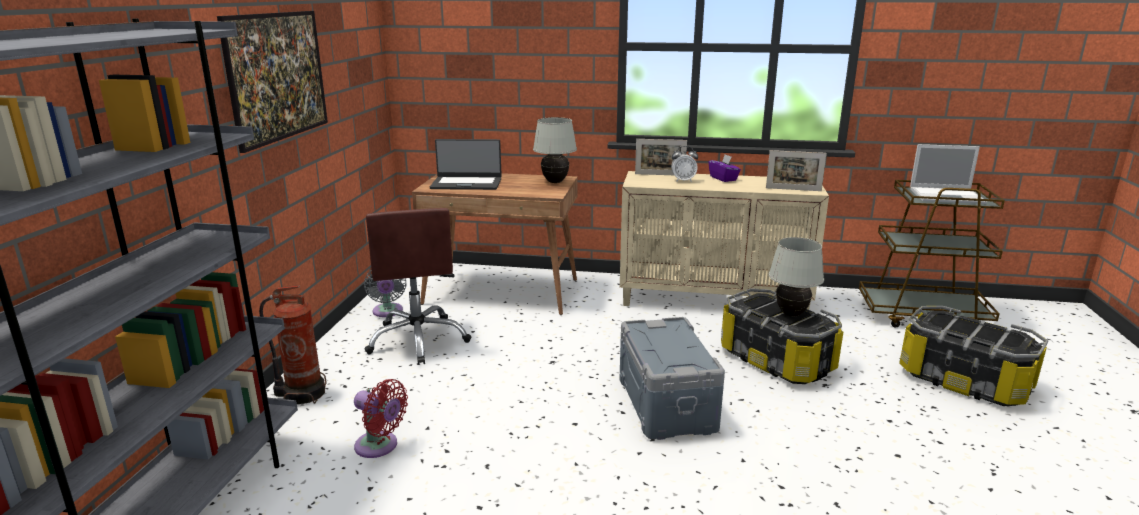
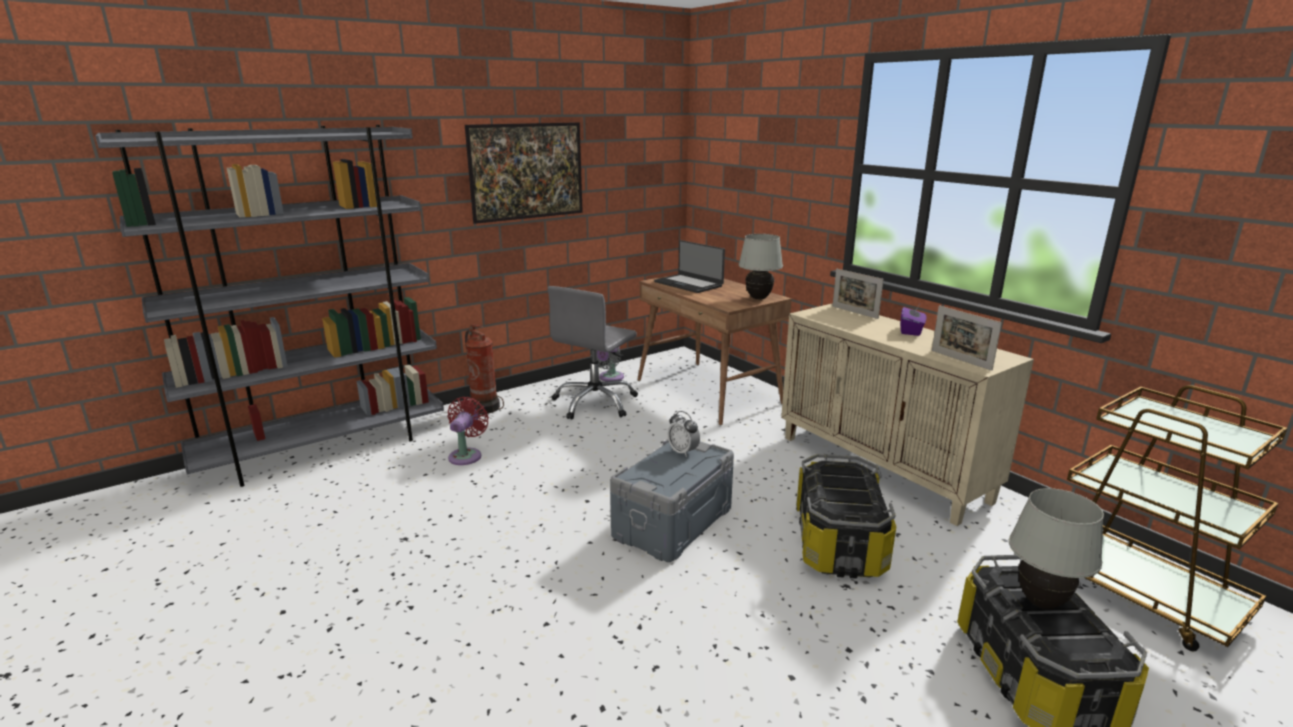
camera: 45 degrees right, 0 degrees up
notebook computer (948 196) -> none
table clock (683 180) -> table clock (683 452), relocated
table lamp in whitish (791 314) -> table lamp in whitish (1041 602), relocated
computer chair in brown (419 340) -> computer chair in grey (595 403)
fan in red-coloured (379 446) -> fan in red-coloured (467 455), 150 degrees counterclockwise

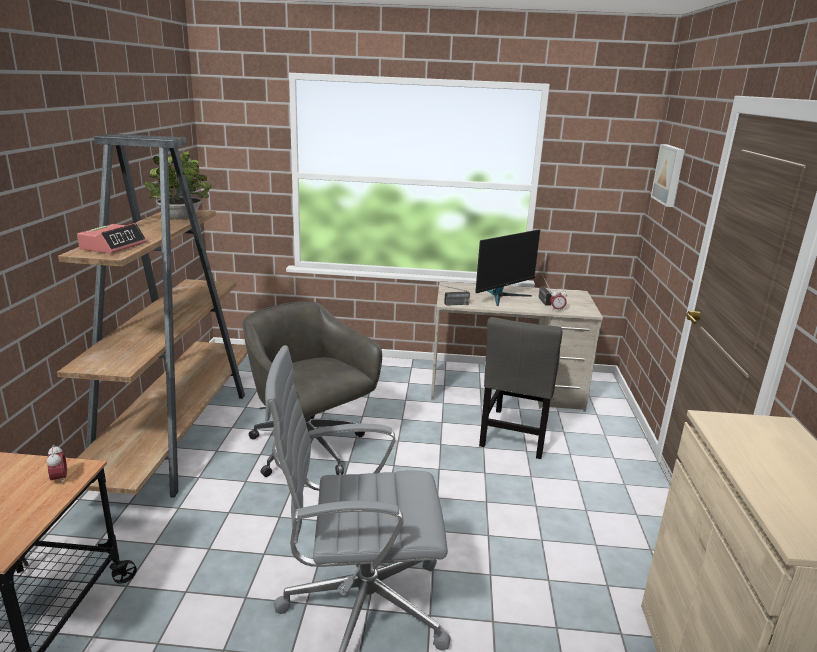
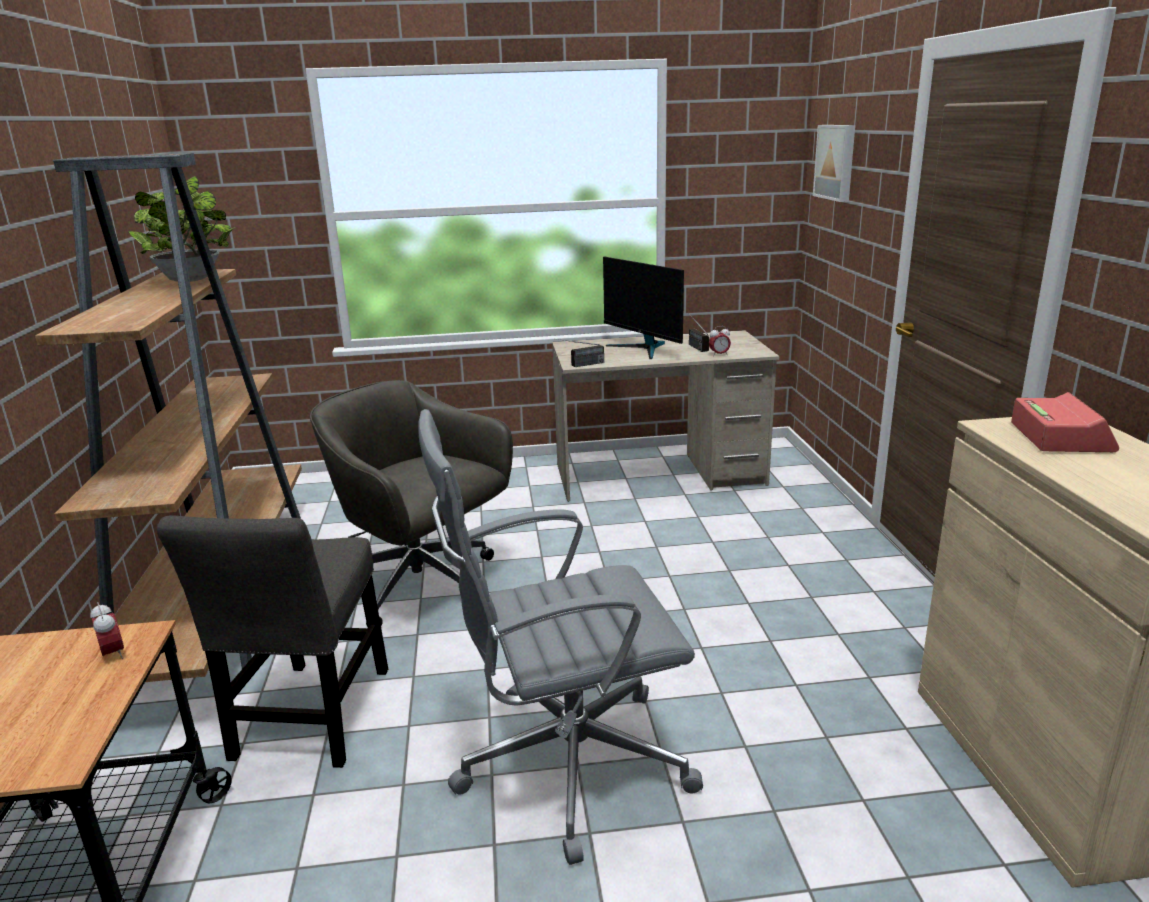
camera: 10 degrees left, 0 degrees up
table clock (113 246) -> table clock (1060 437), relocated
chair in grey (515 435) -> chair in grey (311 719), relocated
computer display (503 296) -> computer display (643 348), 105 degrees clockwise

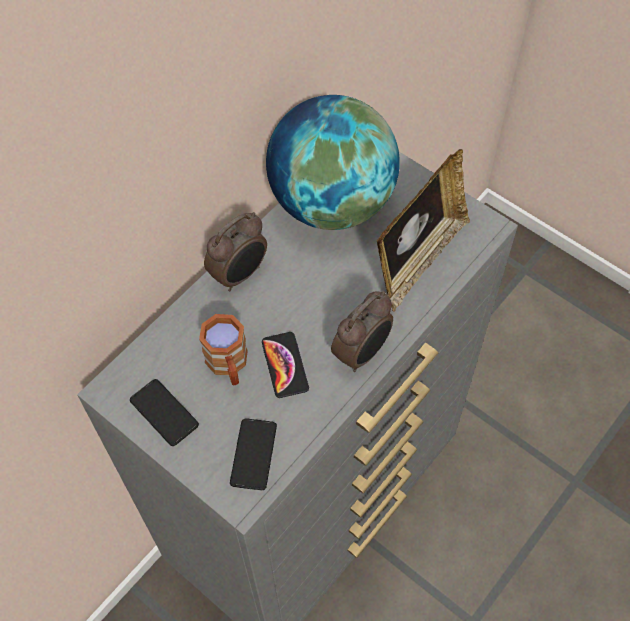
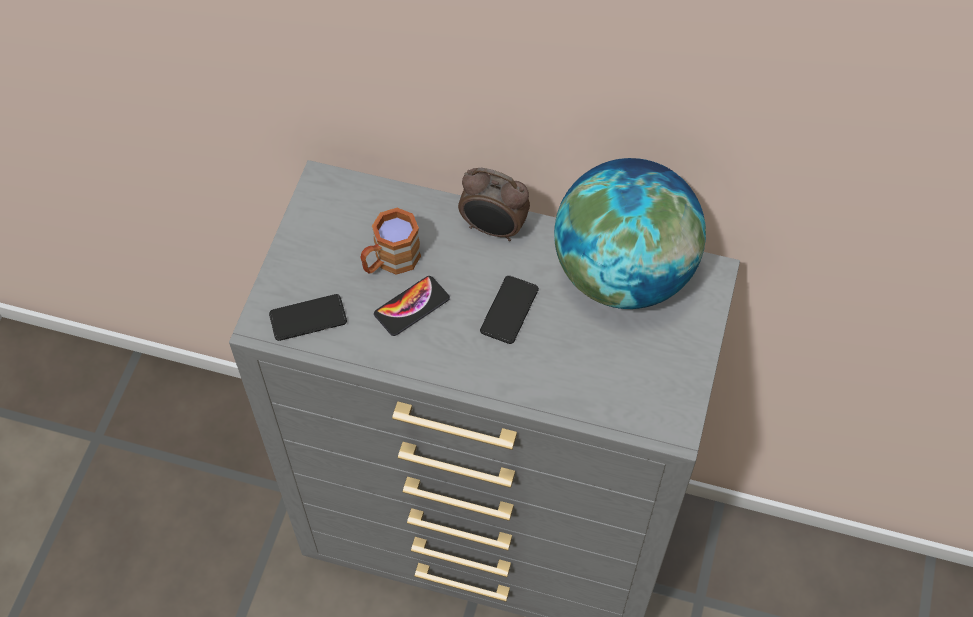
camera: 65 degrees right, 0 degrees up
table clock (362 353) -> none
standing frame (418 259) -> none
handset (164 412) -> handset (509 310), relocated

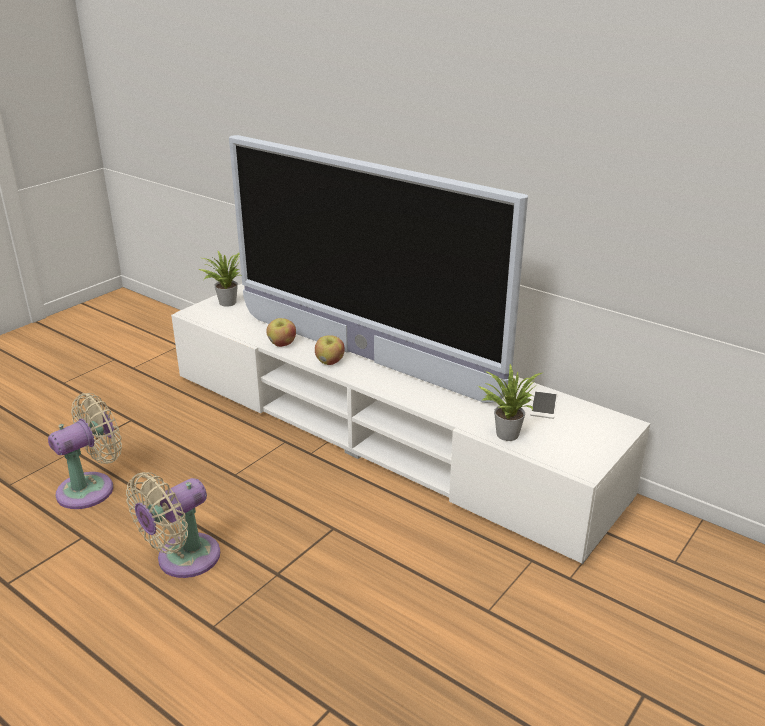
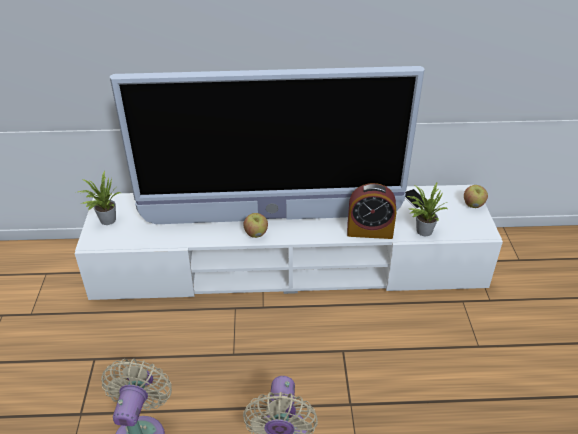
camera: 40 degrees left, 10 degrees up
none -> table clock (369 231)
apple fruit (282 344) -> apple fruit (473 205), relocated

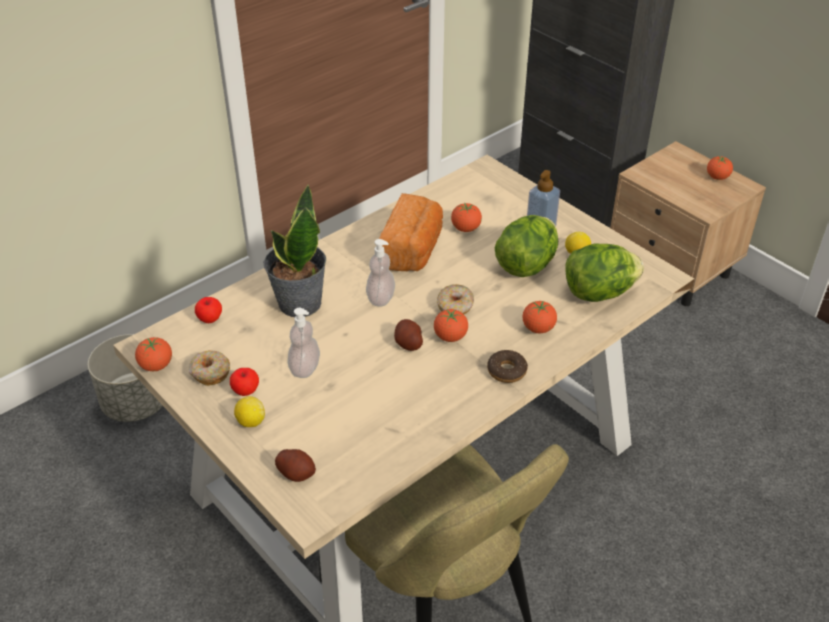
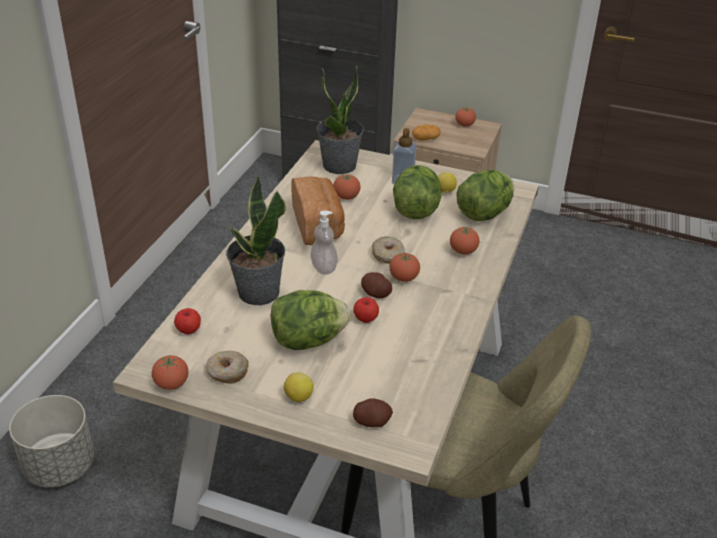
camera: 30 degrees left, 5 degrees down
donut (506 371) -> none
none -> houseplant (339 166)
none -> spud (425 139)
apple fruit (246 391) -> apple fruit (366 319), relocated
liquid soap bottle (305 368) -> lettuce head (307 340)

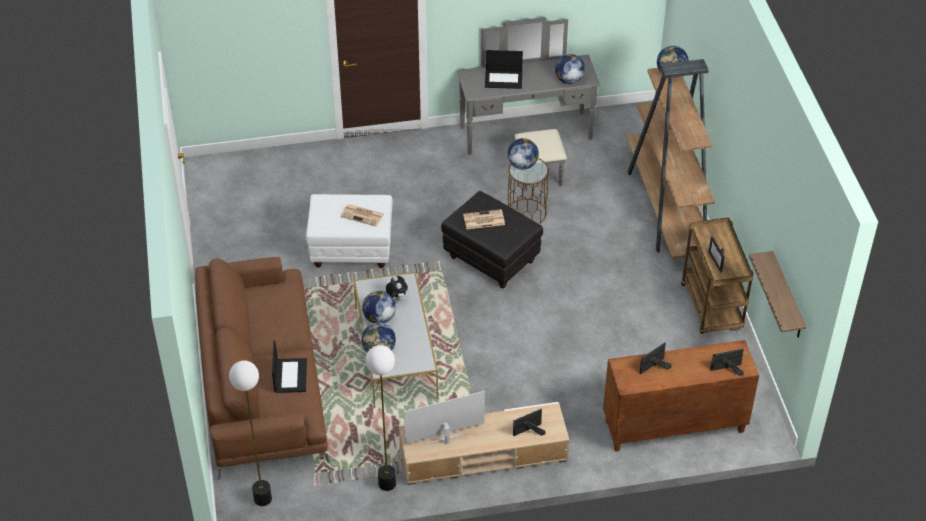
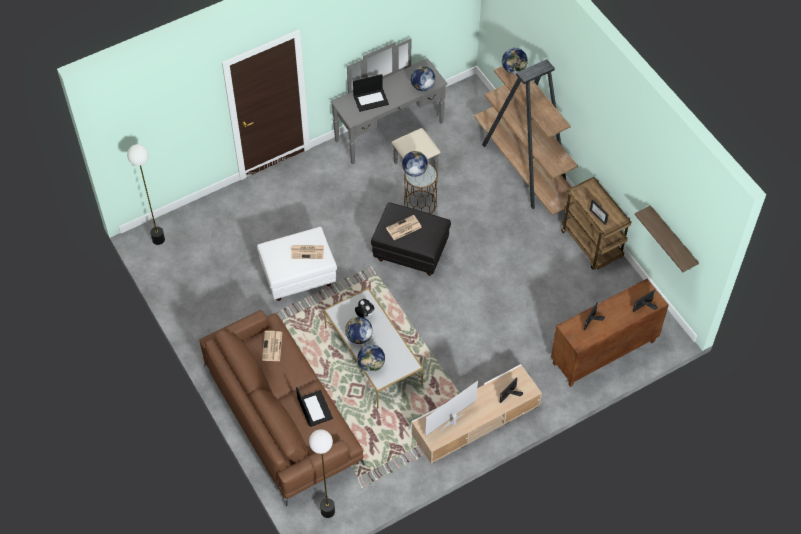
camera: 20 degrees left, 10 degrees up
none -> printed paper (272 347)
standing lamp (387 483) -> standing lamp (158 239), relocated

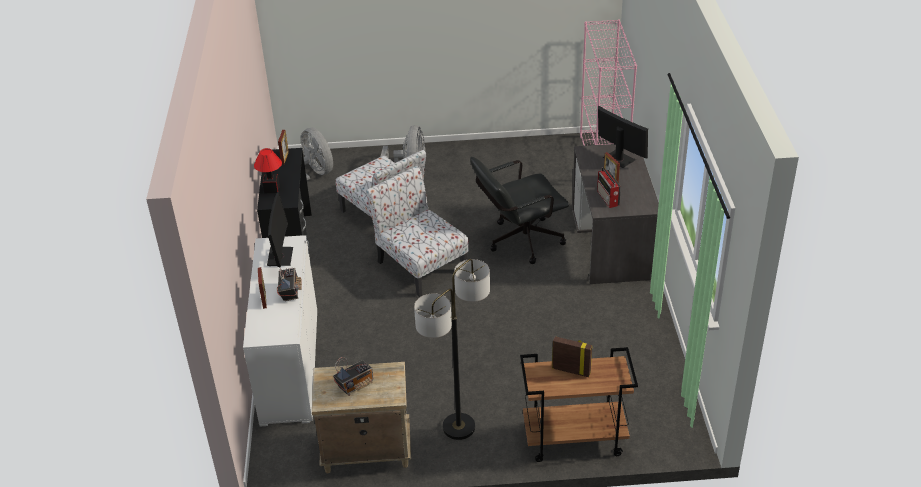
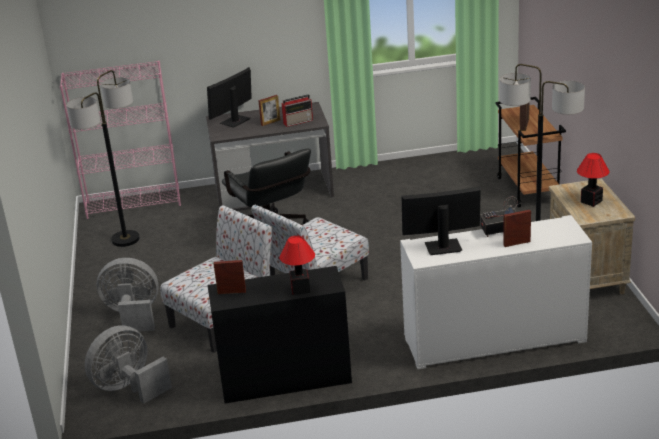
camera: 95 degrees left, 10 degrees down
none -> standing lamp (125 239)
radio (356 385) -> table lamp (591 202)

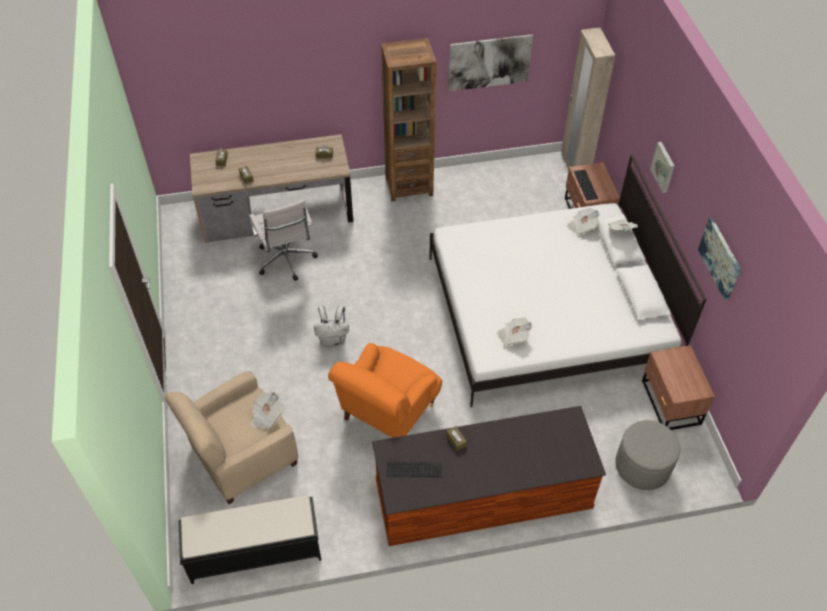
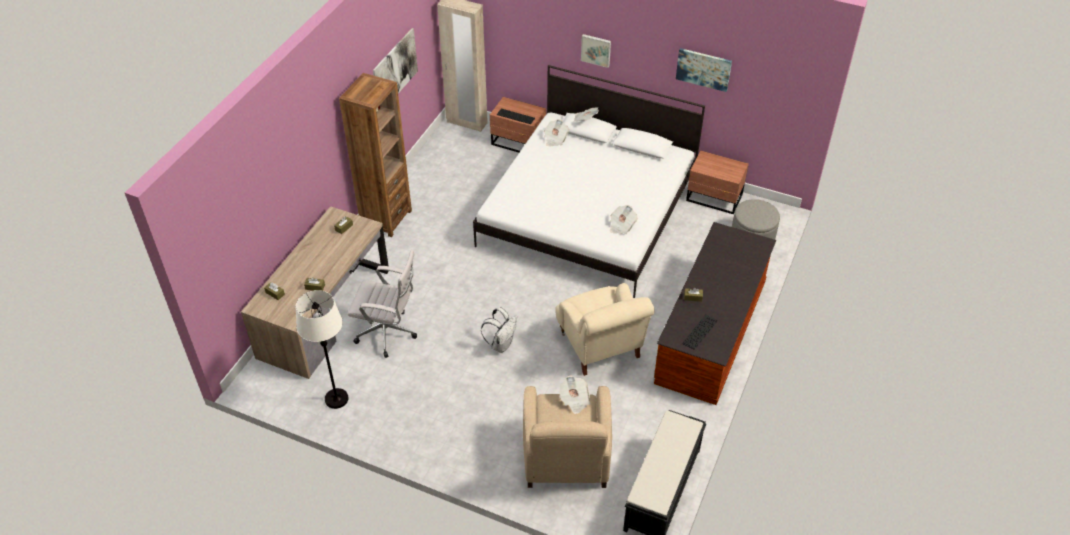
camera: 55 degrees left, 5 degrees down
none -> standing lamp in whitish (336 399)
lounge chair in orange-coloured (388 413) -> lounge chair in beige (600 346)

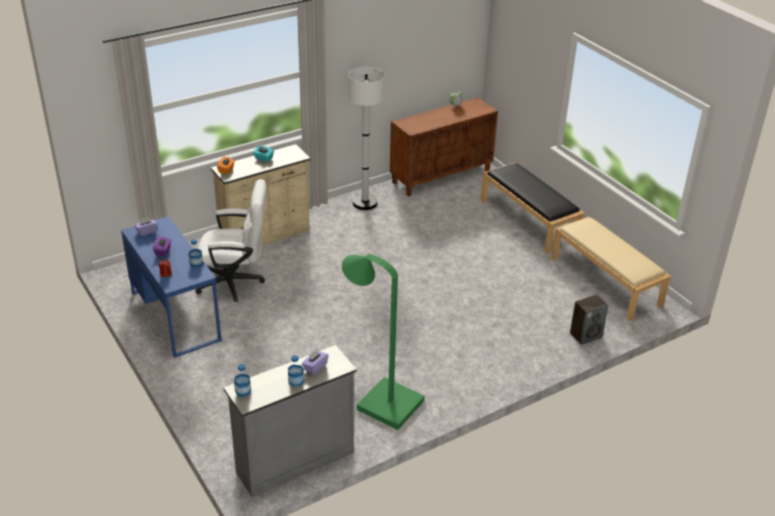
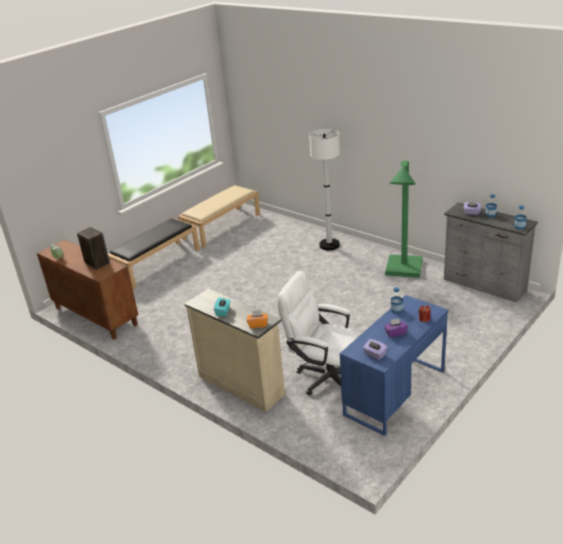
camera: 105 degrees left, 5 degrees down
standing lamp in whitish (365 203) -> standing lamp in whitish (329 245), relocated
speaker (585 335) -> speaker (97 263), relocated
computer chair in whitish (236 282) -> computer chair in whitish (323 376), 45 degrees counterclockwise

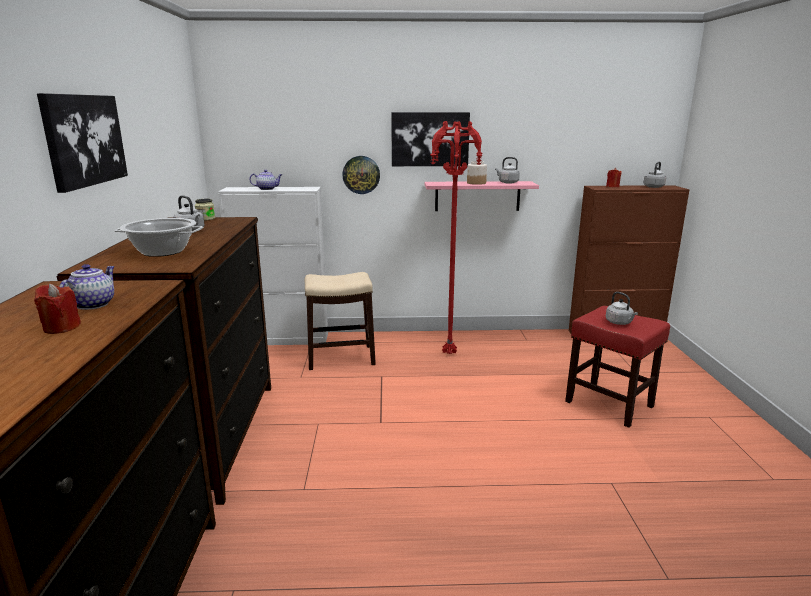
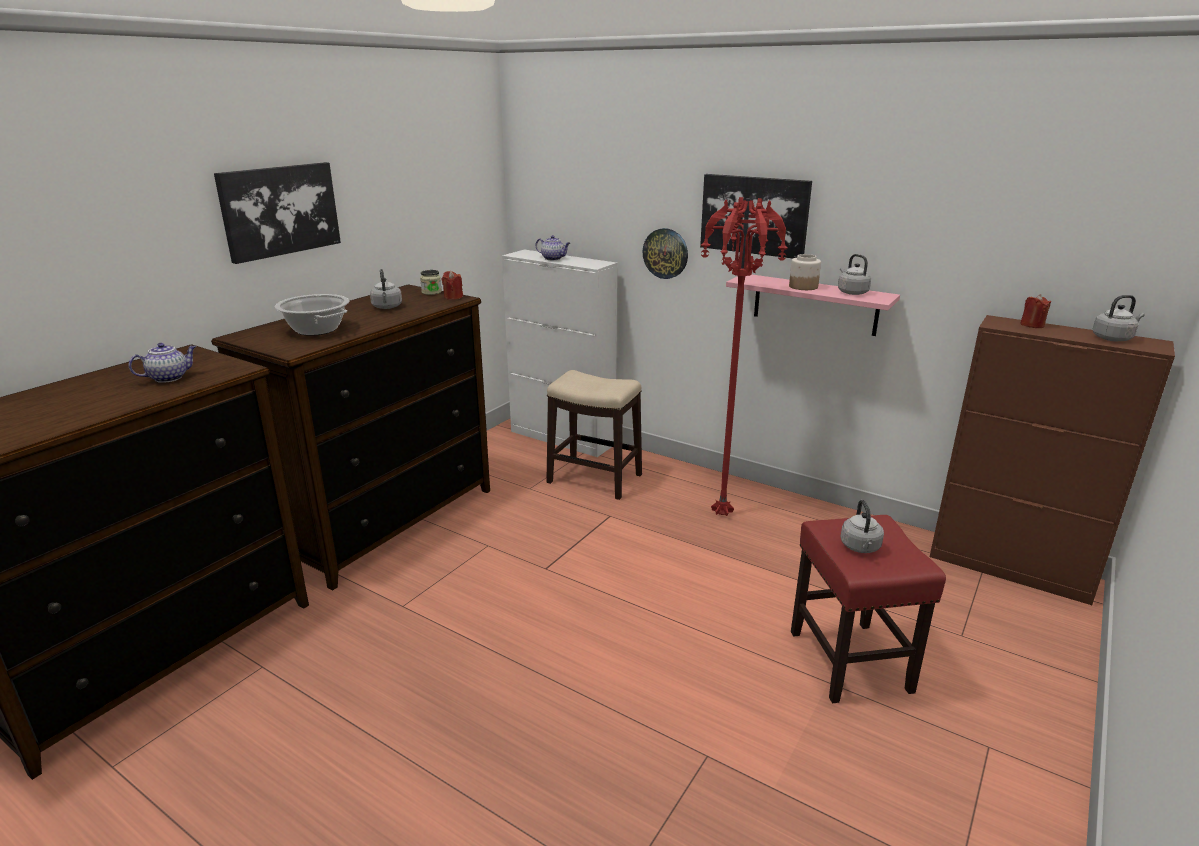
camera: 35 degrees right, 5 degrees up
wax candle in red-coloured (61 327) -> wax candle in red-coloured (453 297), relocated

